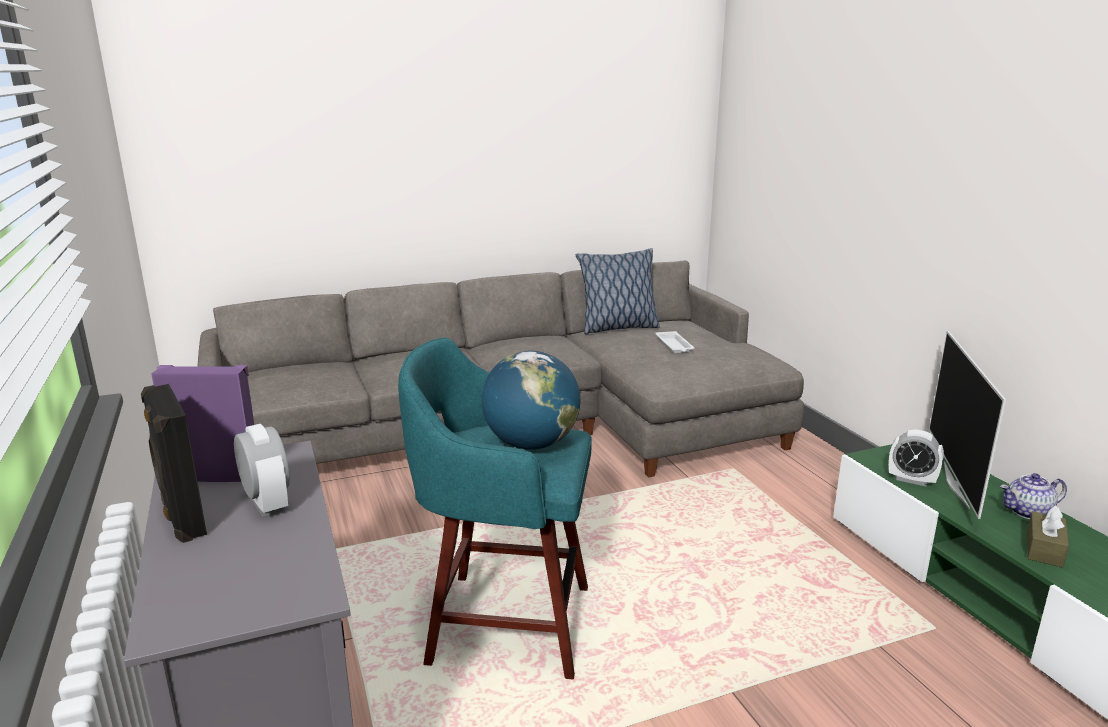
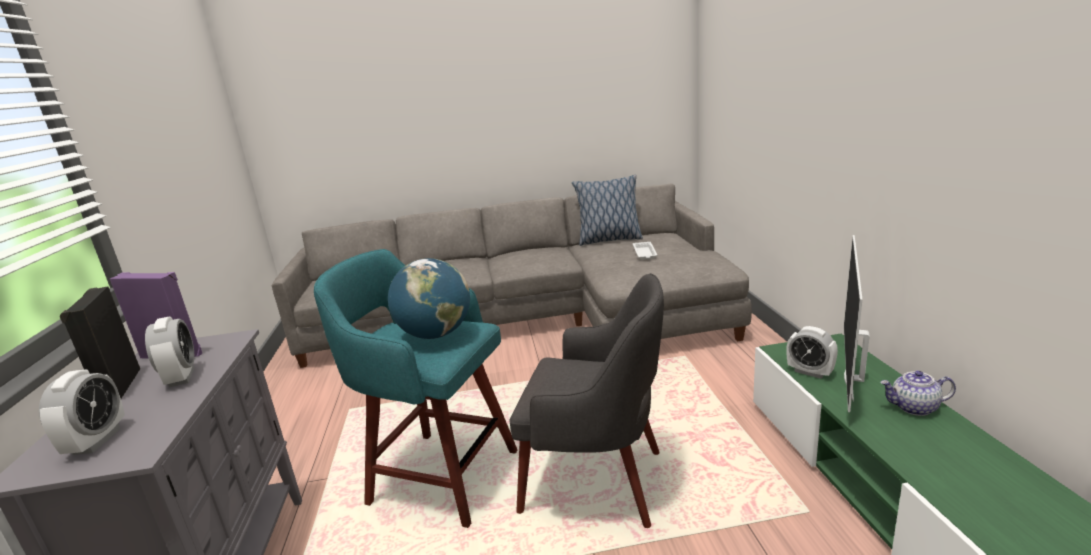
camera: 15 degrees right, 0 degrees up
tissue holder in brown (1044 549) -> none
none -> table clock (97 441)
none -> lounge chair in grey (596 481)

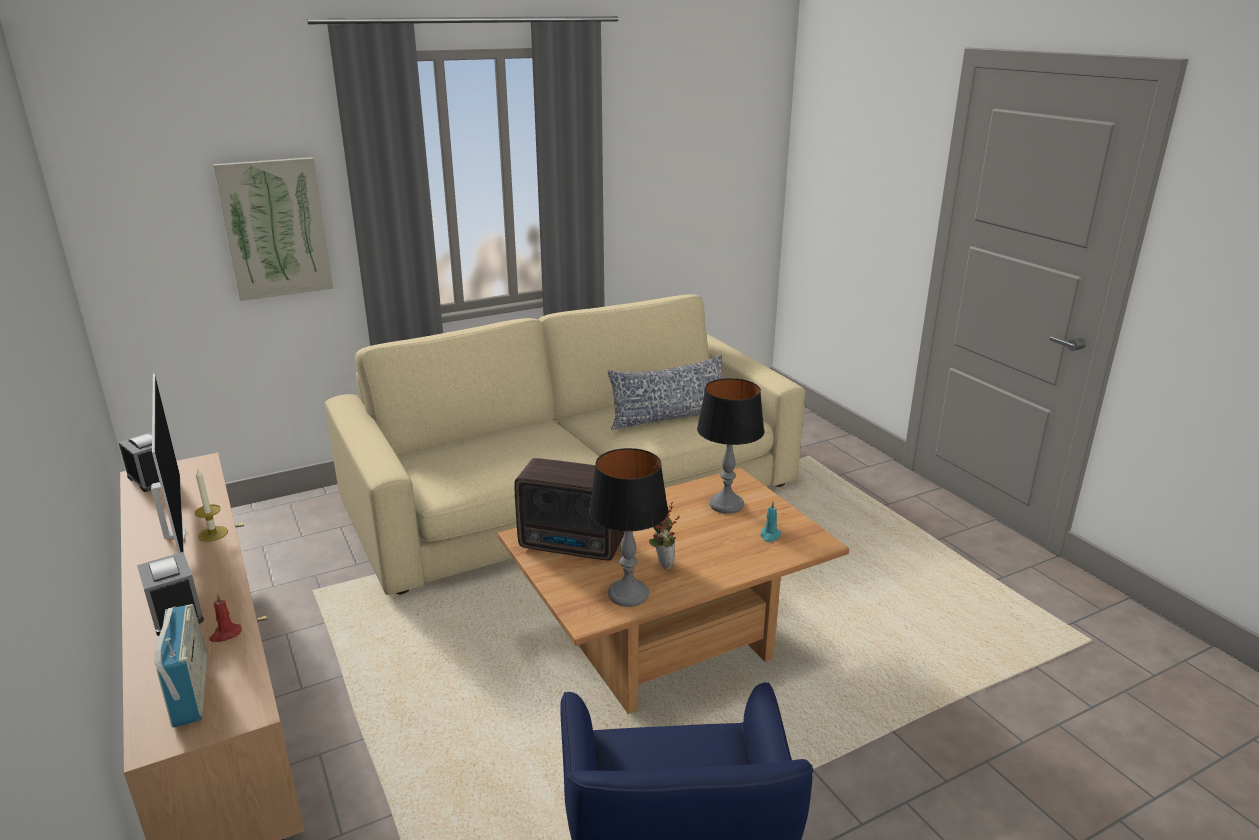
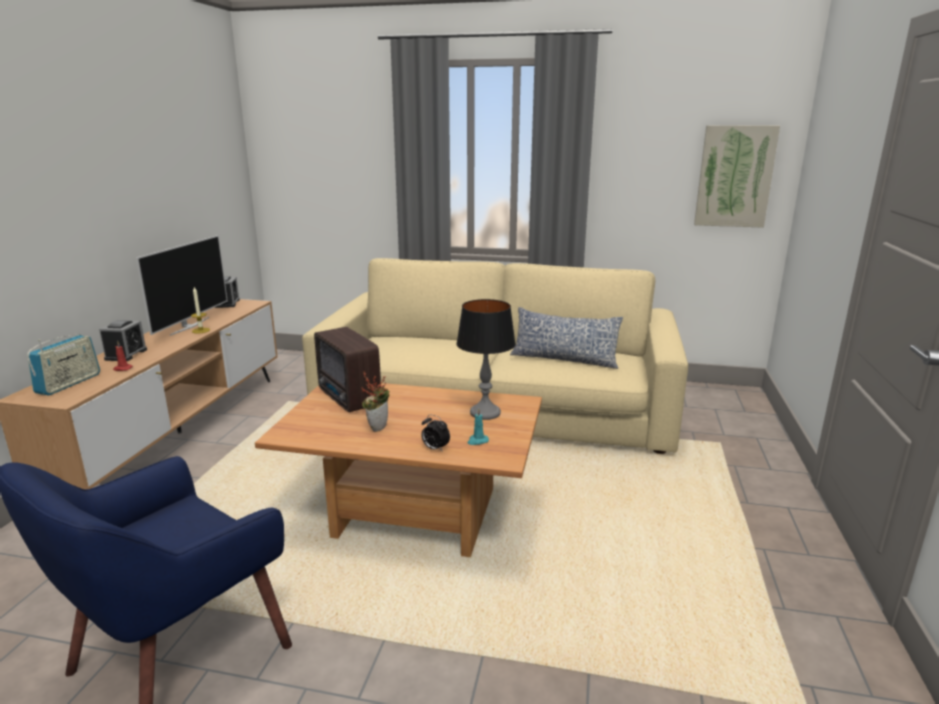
camera: 40 degrees right, 5 degrees down
table lamp (628 594) -> none
none -> table clock (435 448)
picture (275 228) -> picture (734 176), relocated

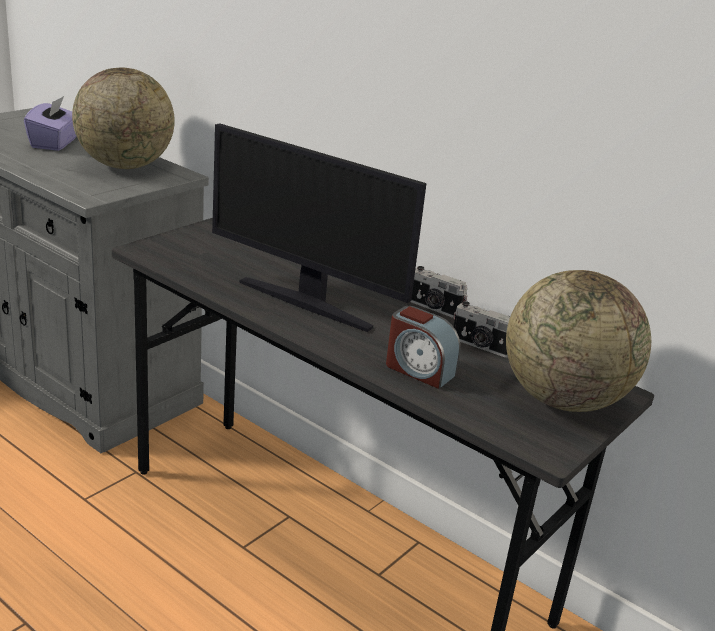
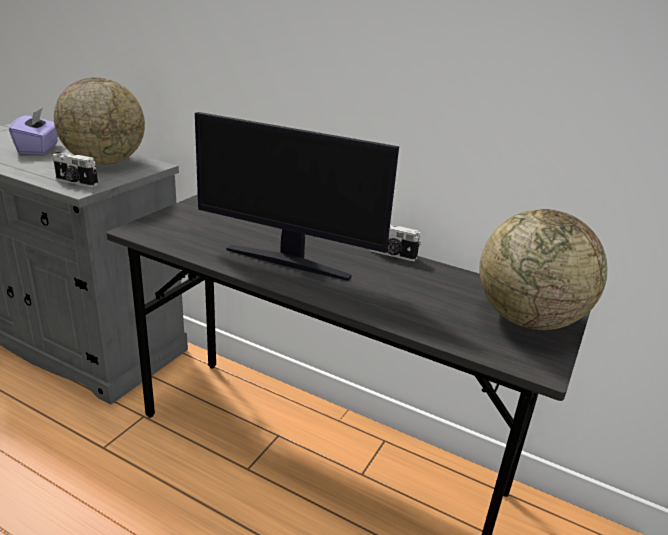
camera: 10 degrees left, 0 degrees up
table clock (419 370) -> none
still camera (480 346) -> still camera (76 182), relocated

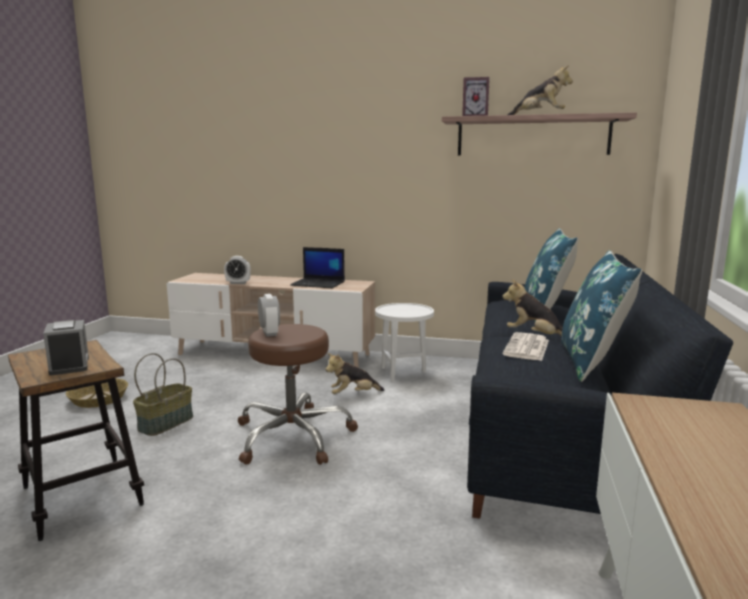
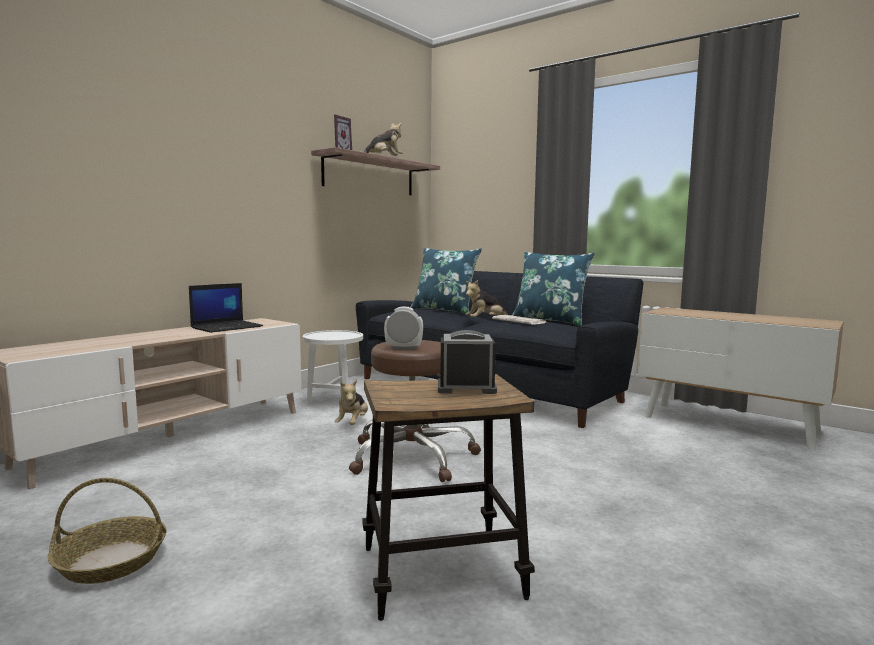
camera: 65 degrees left, 5 degrees down
storage basket (166 423) -> none
table clock (238 283) -> none

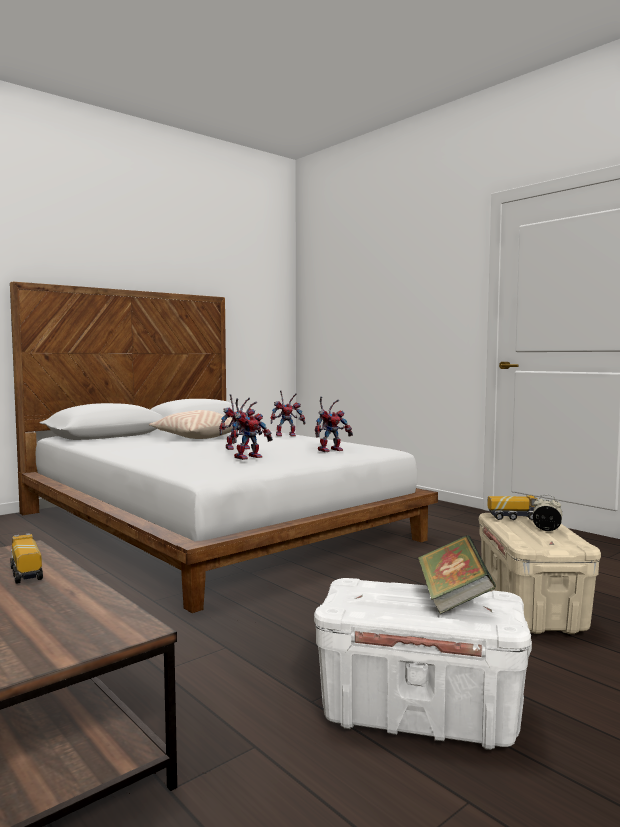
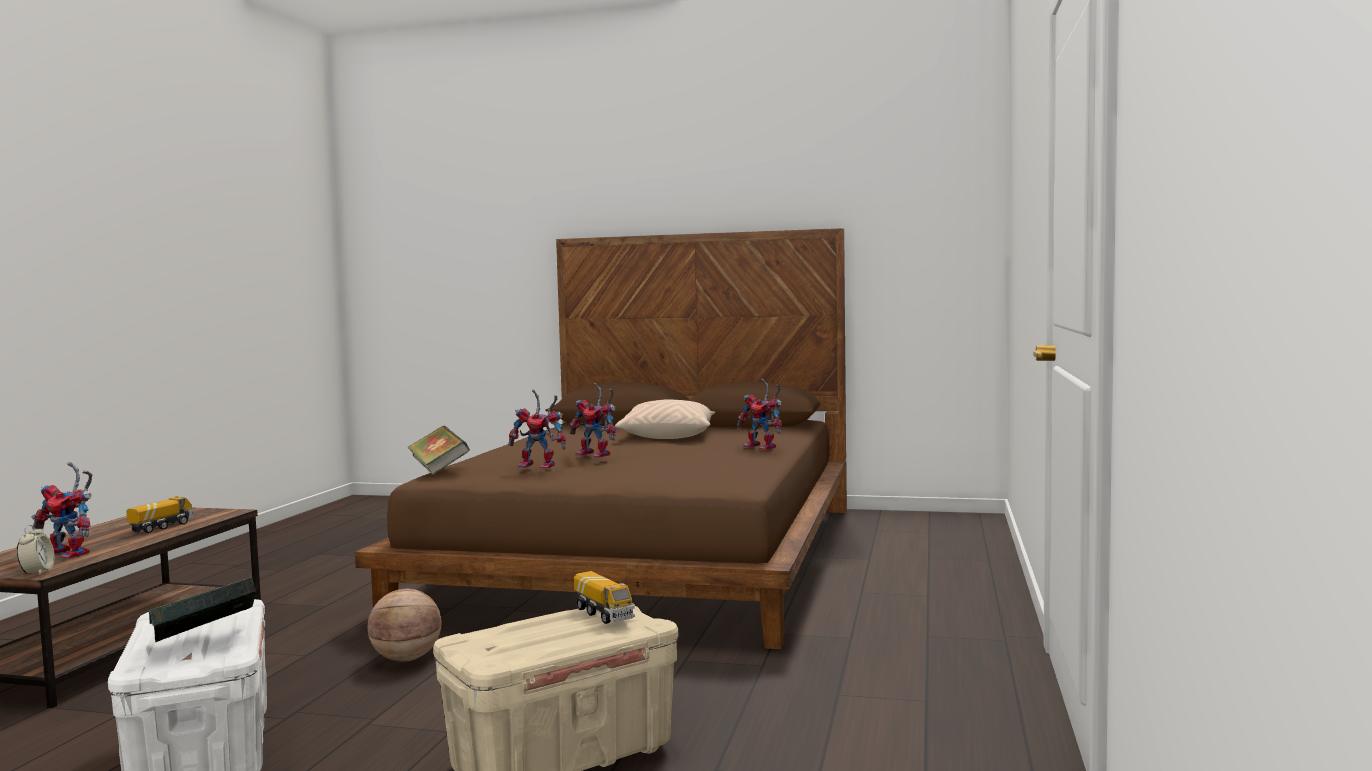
camera: 55 degrees right, 0 degrees up
none -> basketball ball (406 659)
none -> book (439 469)
model robot (331 450) -> model robot (72 554), relocated
table clock (546 529) -> table clock (37 572), relocated
sleeping bed in whitish (212 525) -> sleeping bed in brown (651 557)

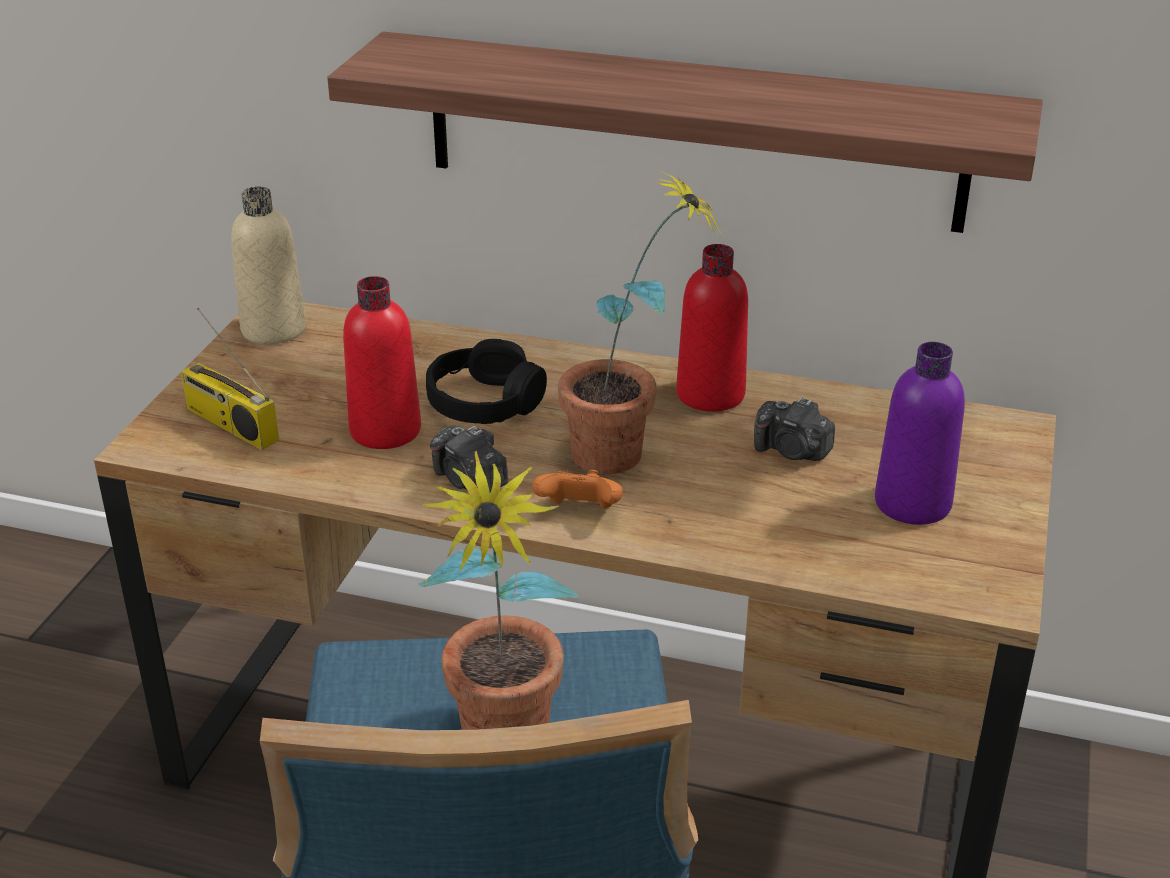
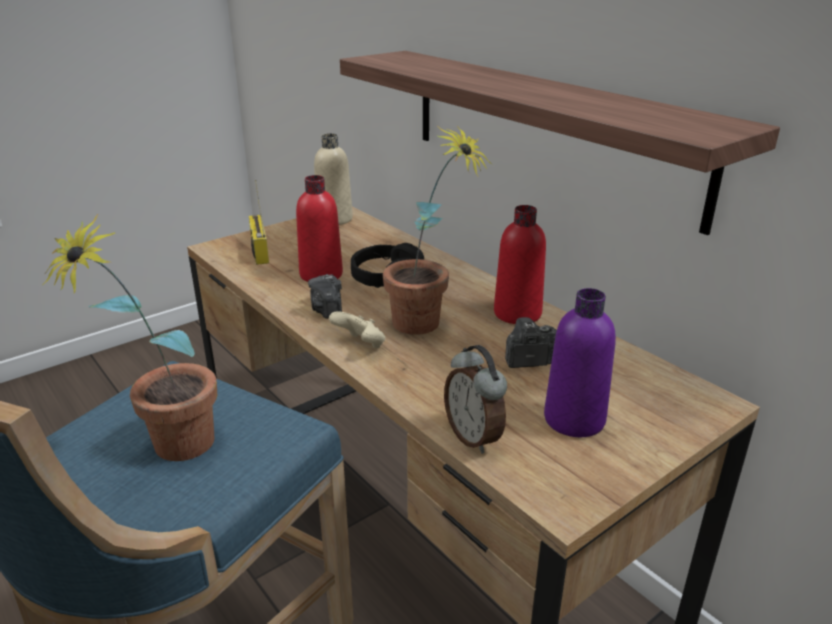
camera: 35 degrees right, 5 degrees down
none -> table clock (474 437)
joypad in orange-coloured (579 512) -> joypad in beige (360 345)
still camera (792 451) -> still camera (529 360), 105 degrees clockwise

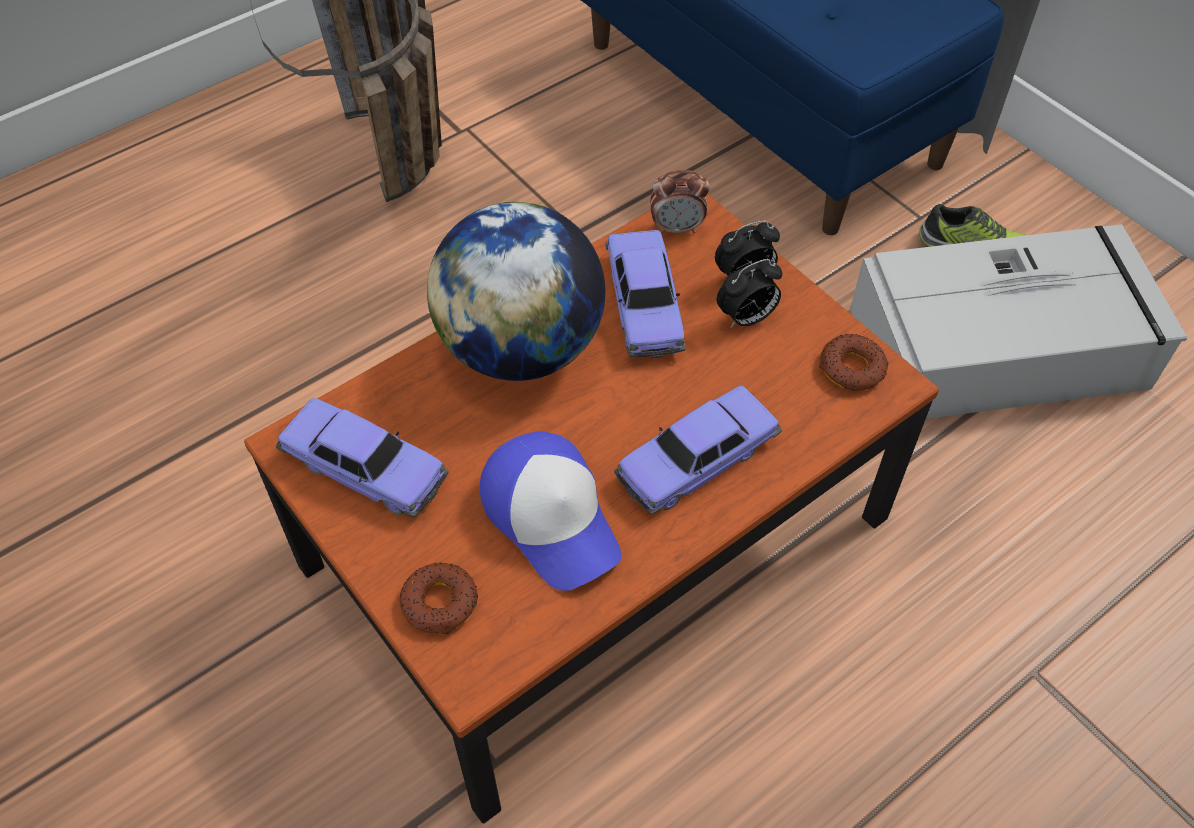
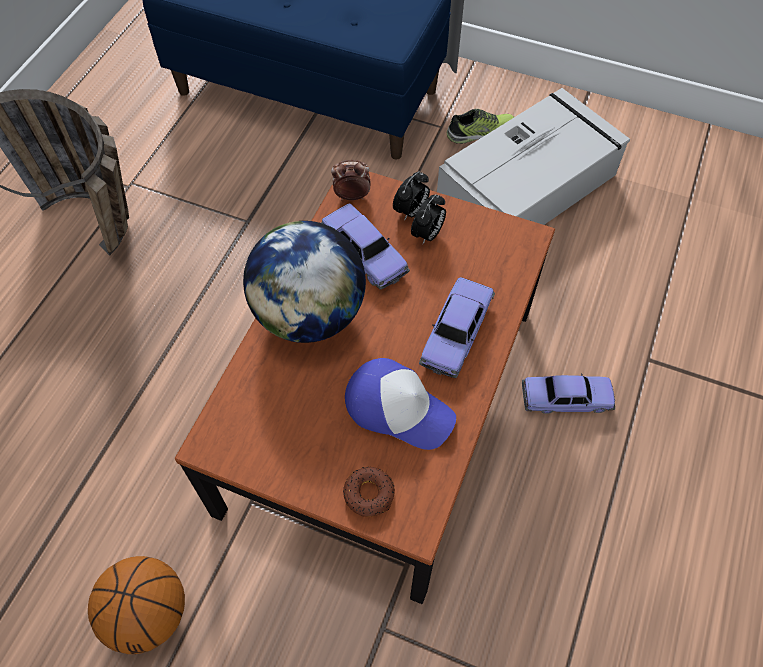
camera: 30 degrees left, 5 degrees up
donut (851 368) -> none
none -> basketball ball (148 614)
toy car (365 468) -> toy car (566 399), relocated
table clock (677 228) -> table clock (351 196), 150 degrees counterclockwise

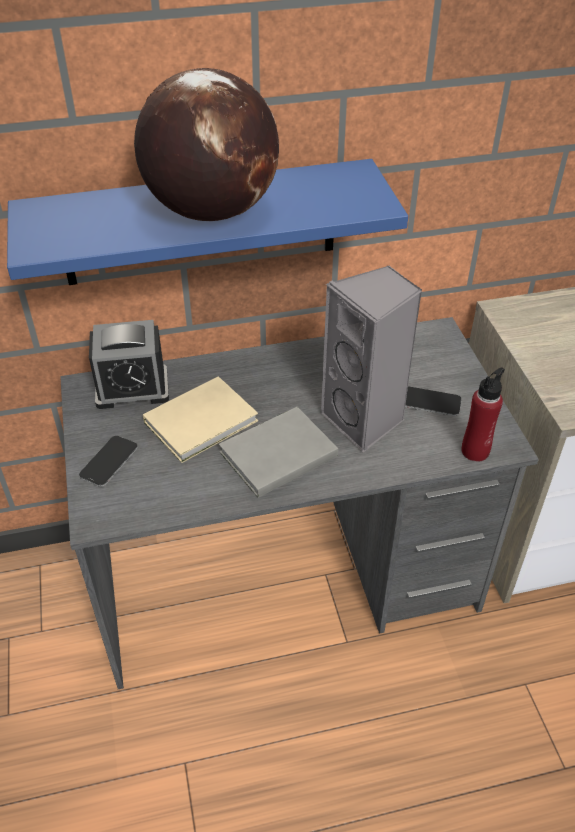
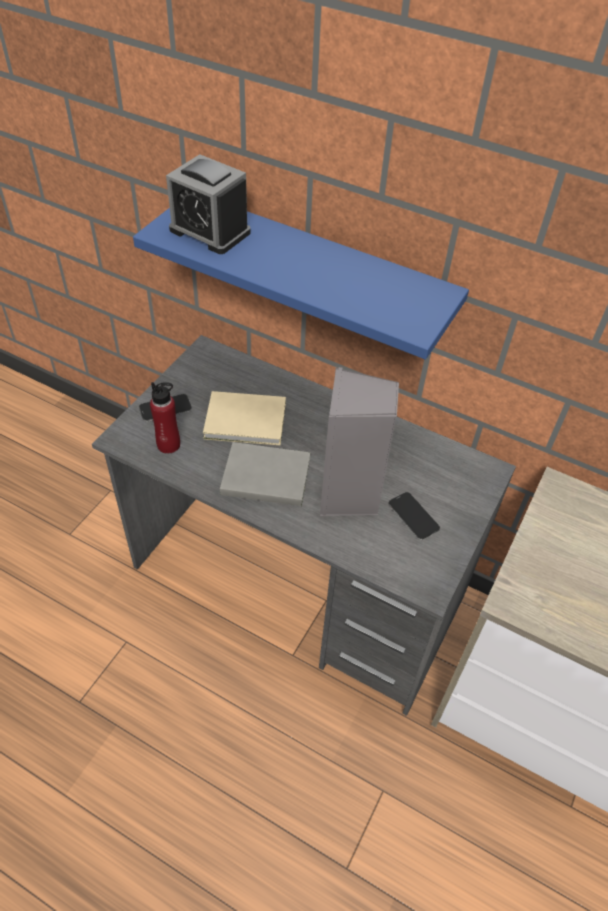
camera: 40 degrees right, 5 degrees up
world globe (211 211) -> none
table clock (132 388) -> table clock (210 231), relocated
beverage bottle in red-coloured (475 451) -> beverage bottle in red-coloured (168 444), relocated

